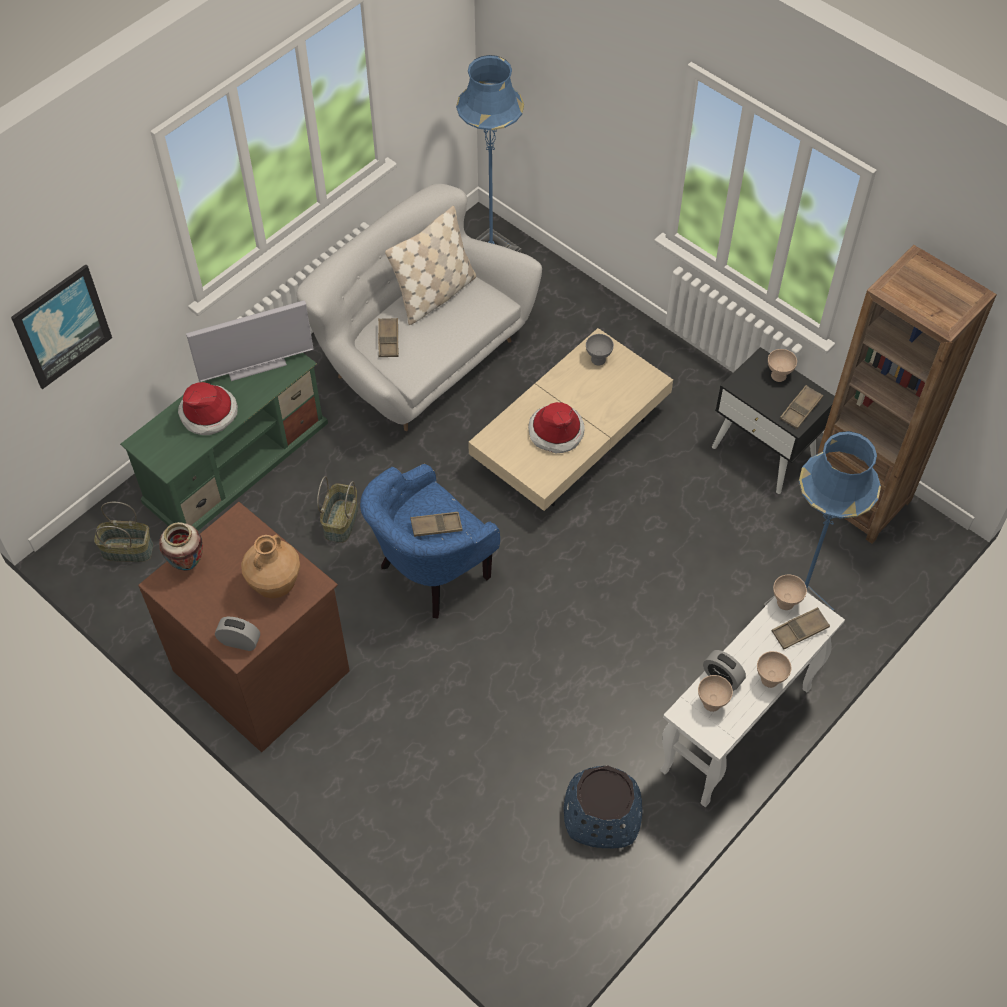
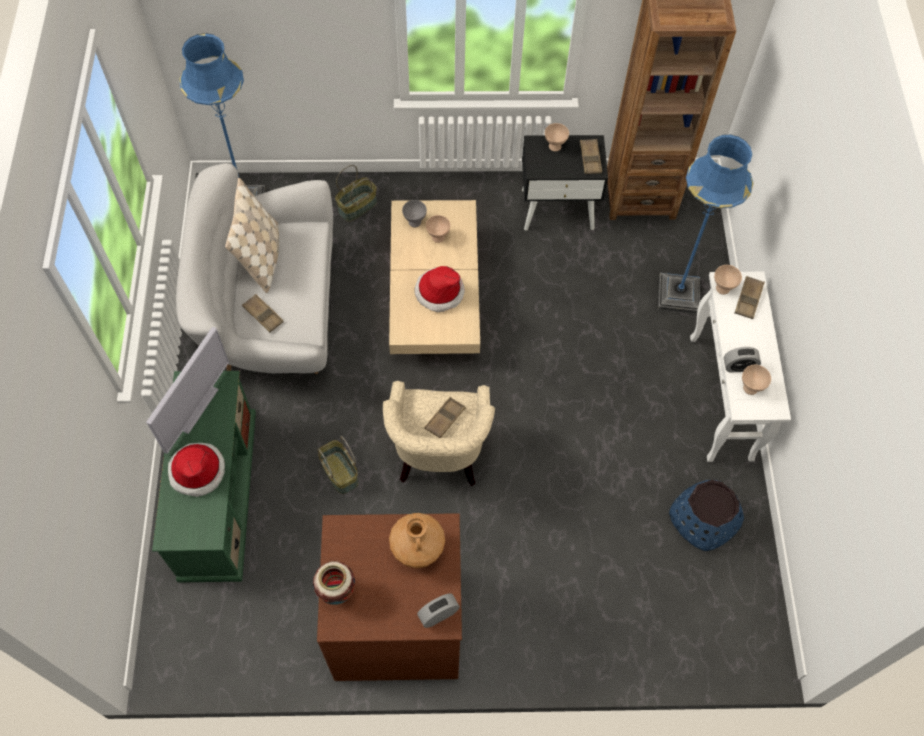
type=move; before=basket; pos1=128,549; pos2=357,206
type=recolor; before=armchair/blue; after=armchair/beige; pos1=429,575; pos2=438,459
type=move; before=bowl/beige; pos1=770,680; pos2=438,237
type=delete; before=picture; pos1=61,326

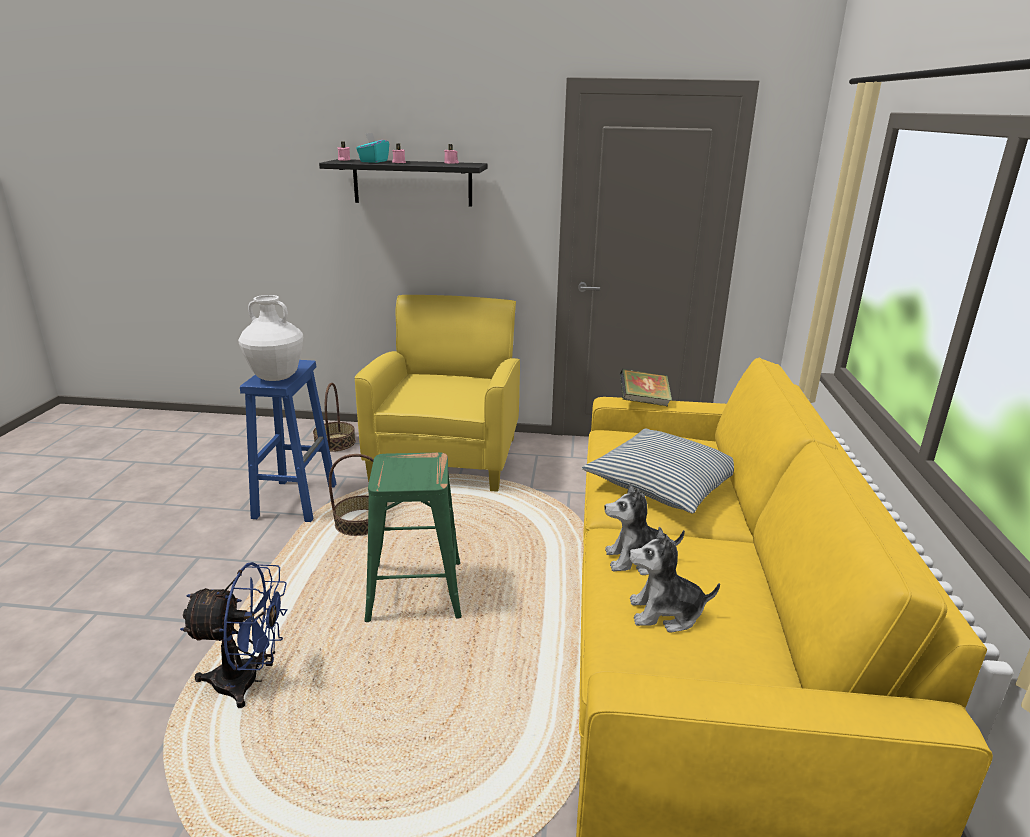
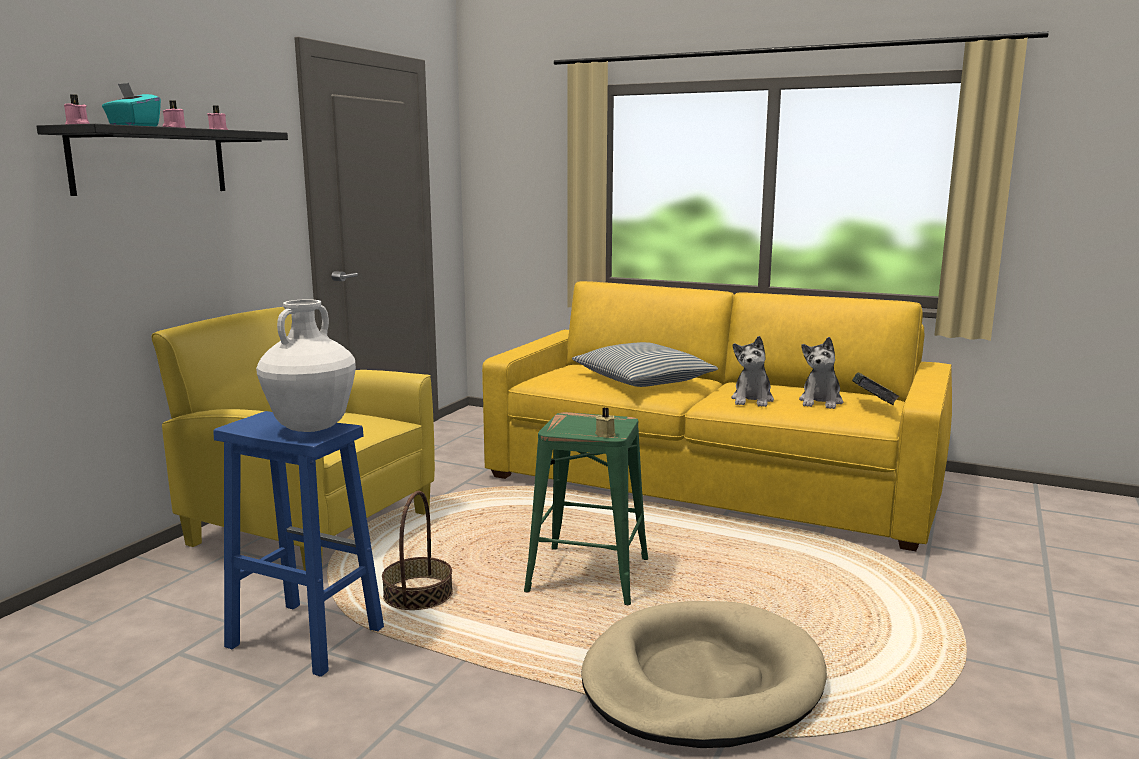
type=replace; before=fan/blue; after=dog bed/beige; pos1=248,682; pos2=701,681
type=insert; after=candle/beige; pos2=605,434
type=move; before=book; pos1=644,402; pos2=873,406
type=delete; before=basket; pos1=335,442

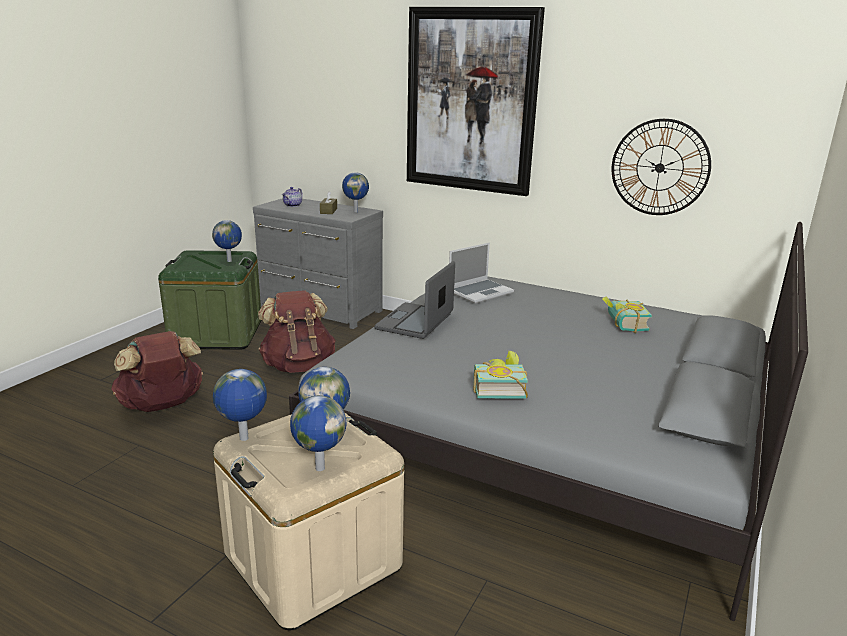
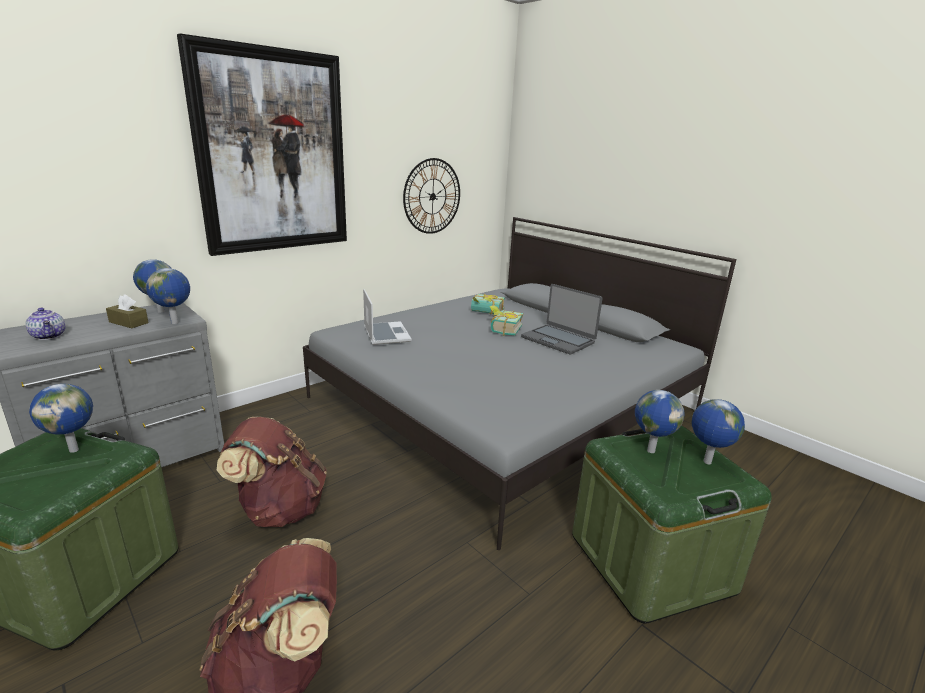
type=move; before=globe; pos1=244,439; pos2=175,323
type=move; before=book; pos1=498,389; pos2=502,330
type=move; before=laptop; pos1=415,322; pos2=558,340
type=recolor; before=storage box/beige; after=storage box/green; pos1=313,560; pos2=650,562

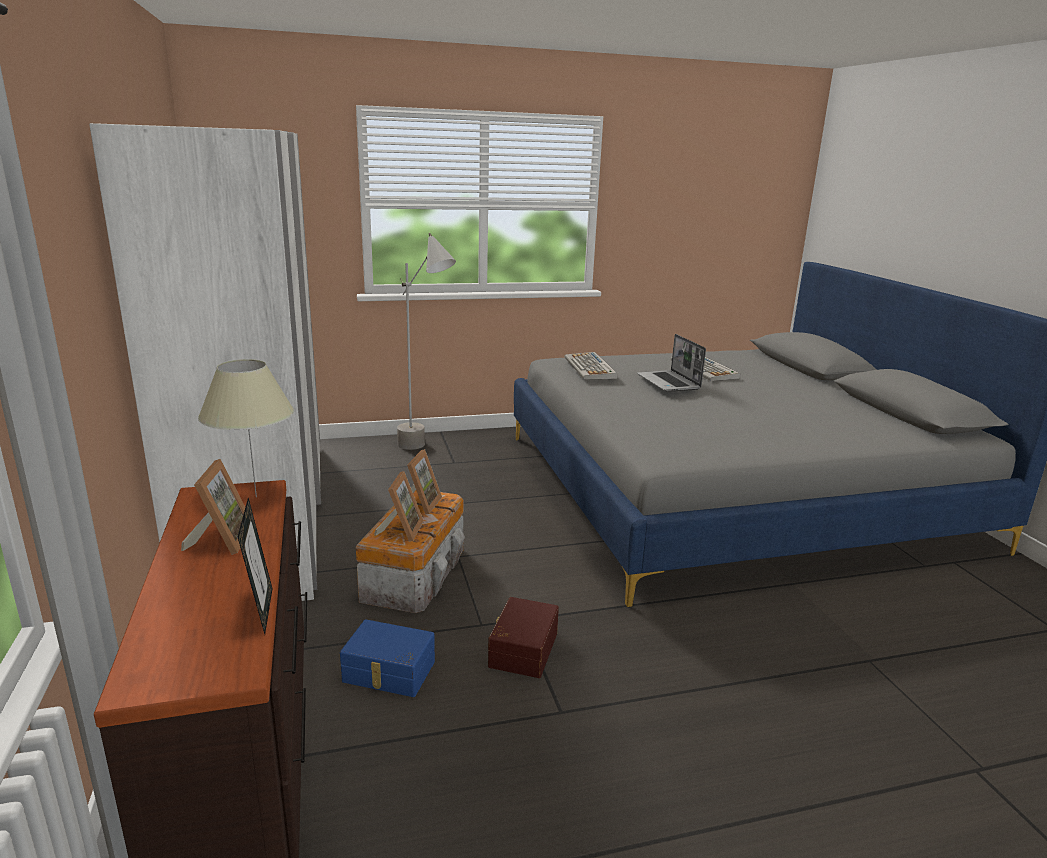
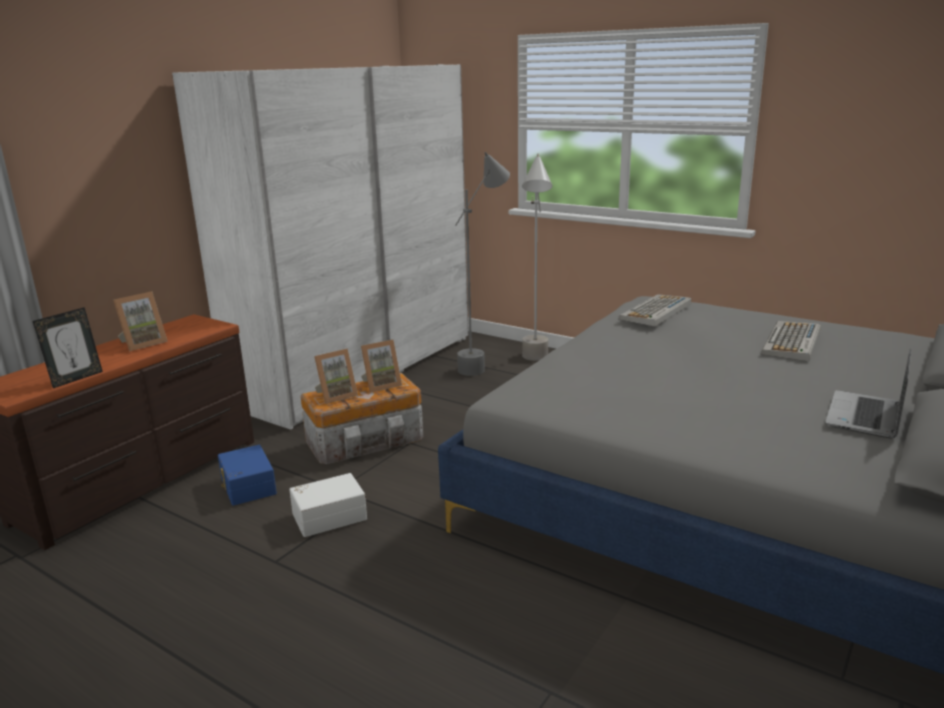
type=recolor; before=storage box/brown; after=storage box/white; pos1=521,649; pos2=328,515
type=insert; after=floor lamp/grey; pos2=484,363
type=move; before=laptop; pos1=669,382; pos2=865,417
type=delete; before=table lamp/beige; pos1=256,497

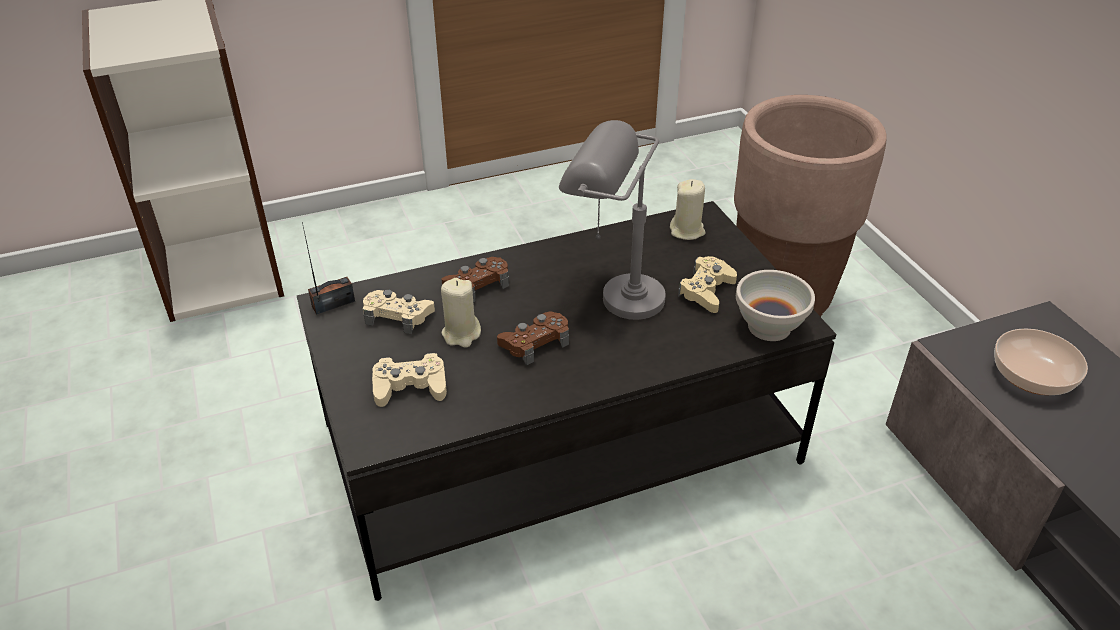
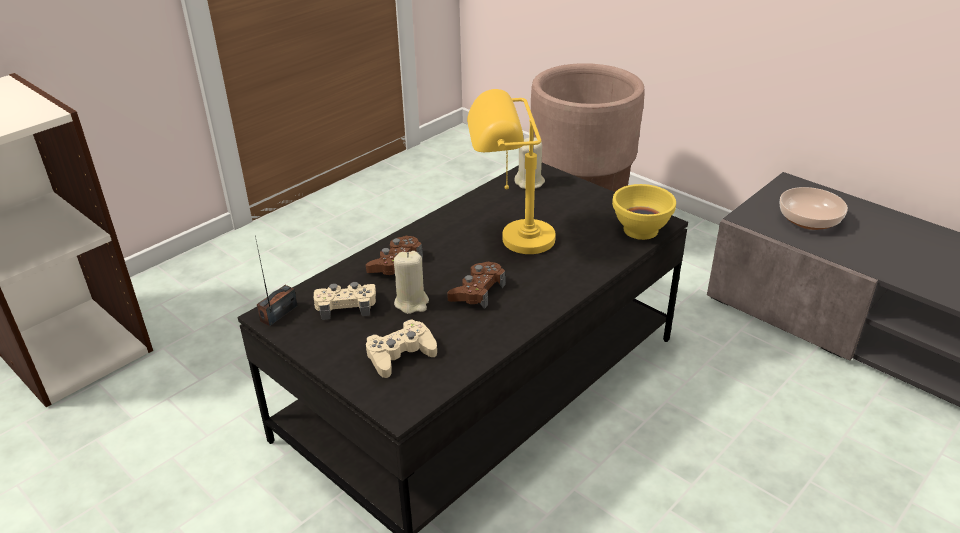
type=recolor; before=table lamp/grey; after=table lamp/yellow; pos1=611,296; pos2=510,242
type=recolor; before=bowl/white; after=bowl/yellow; pos1=768,326; pos2=639,230
type=delete; before=game controller/beige; pos1=706,291

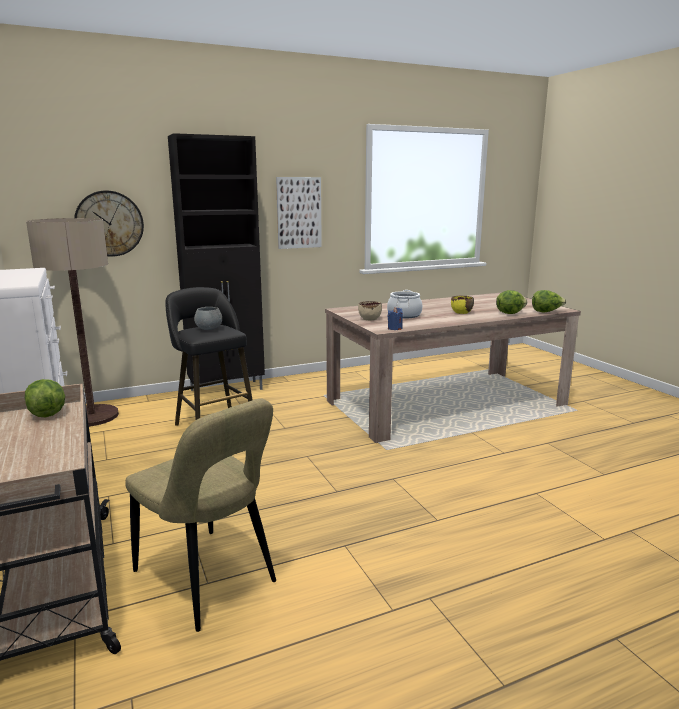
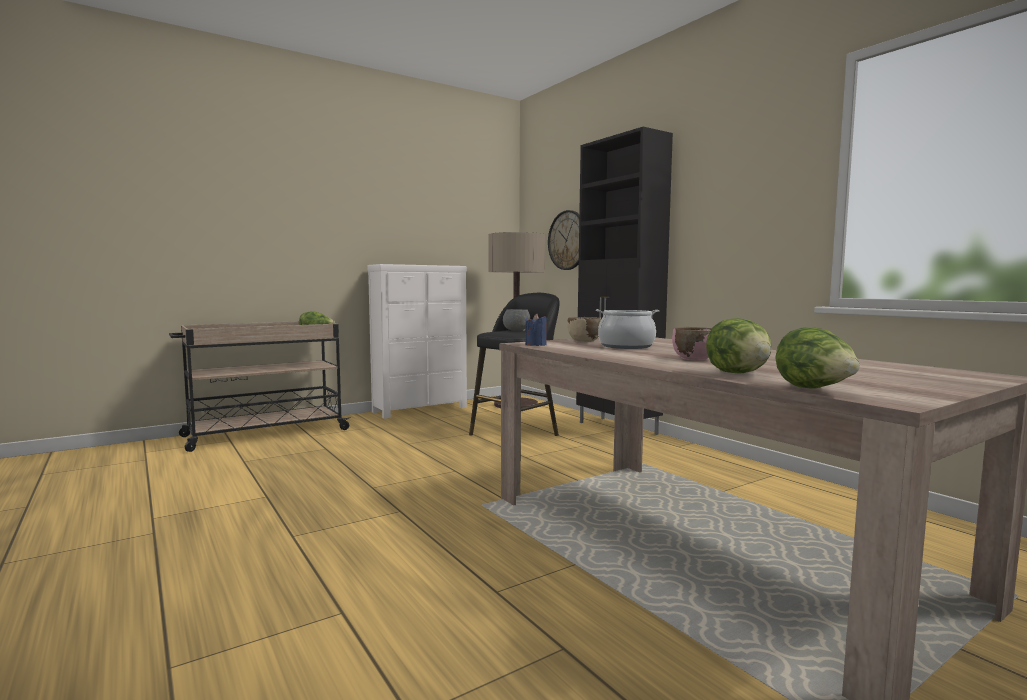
type=recolor; before=bowl/yellow; after=bowl/pink; pos1=461,312; pos2=693,358
type=delete; before=chair/beige; pos1=208,580
type=delete; before=picture; pos1=299,213

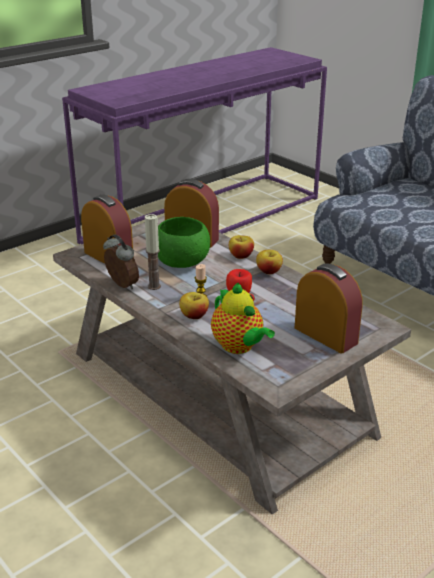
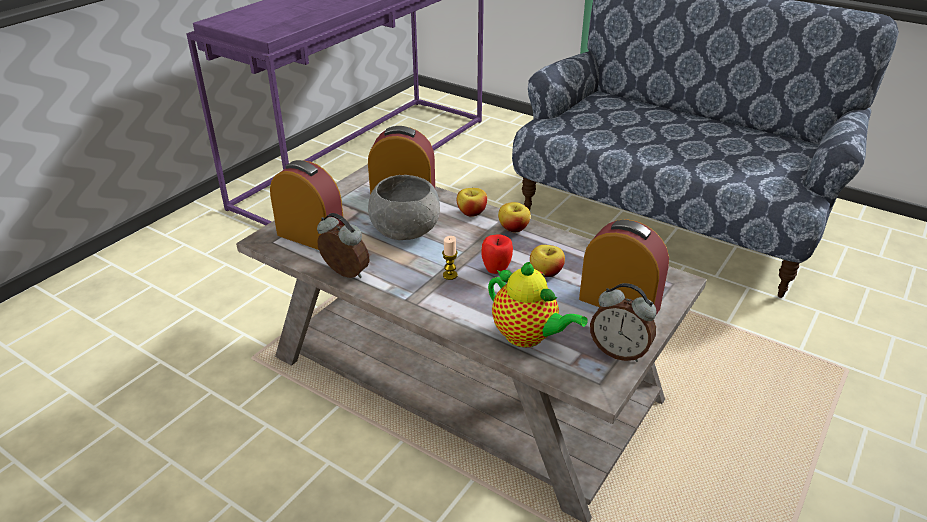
type=recolor; before=bowl/green; after=bowl/grey; pos1=181,262; pos2=405,231
type=move; before=apple; pos1=194,316; pos2=546,272
type=insert; after=alarm clock; pos2=619,351
type=delete; before=candle; pos1=154,286

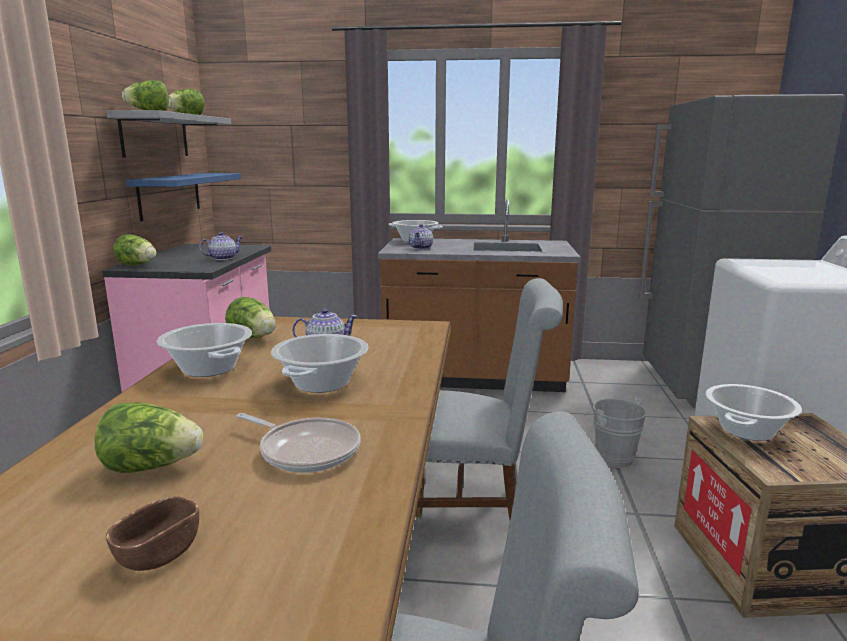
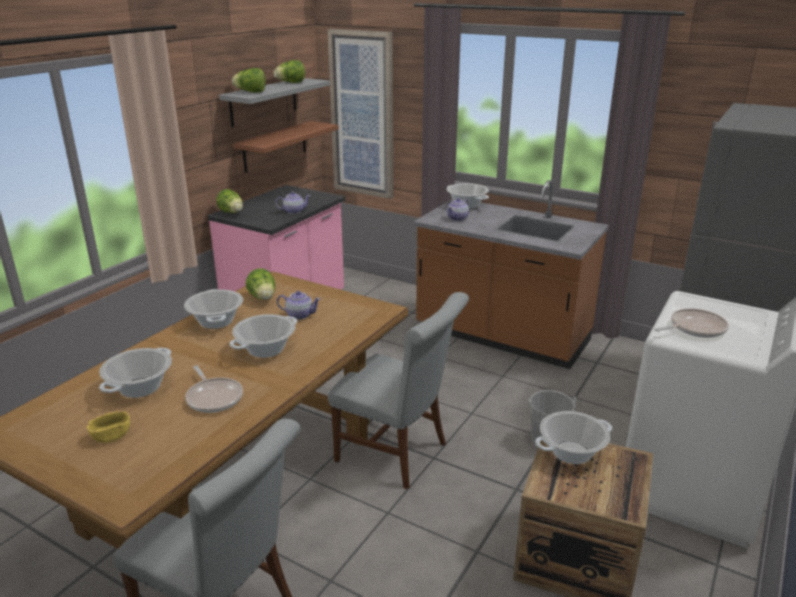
type=recolor; before=bowl/brown; after=bowl/yellow; pos1=159,553; pos2=112,436
type=replace; before=lettuce; after=cooking pot; pos1=152,467; pos2=140,388
type=recolor; before=shelf/blue; after=shelf/brown; pos1=169,195; pos2=275,146
type=insert; after=picture; pos2=362,115
type=insert; after=frying pan; pos2=694,328

